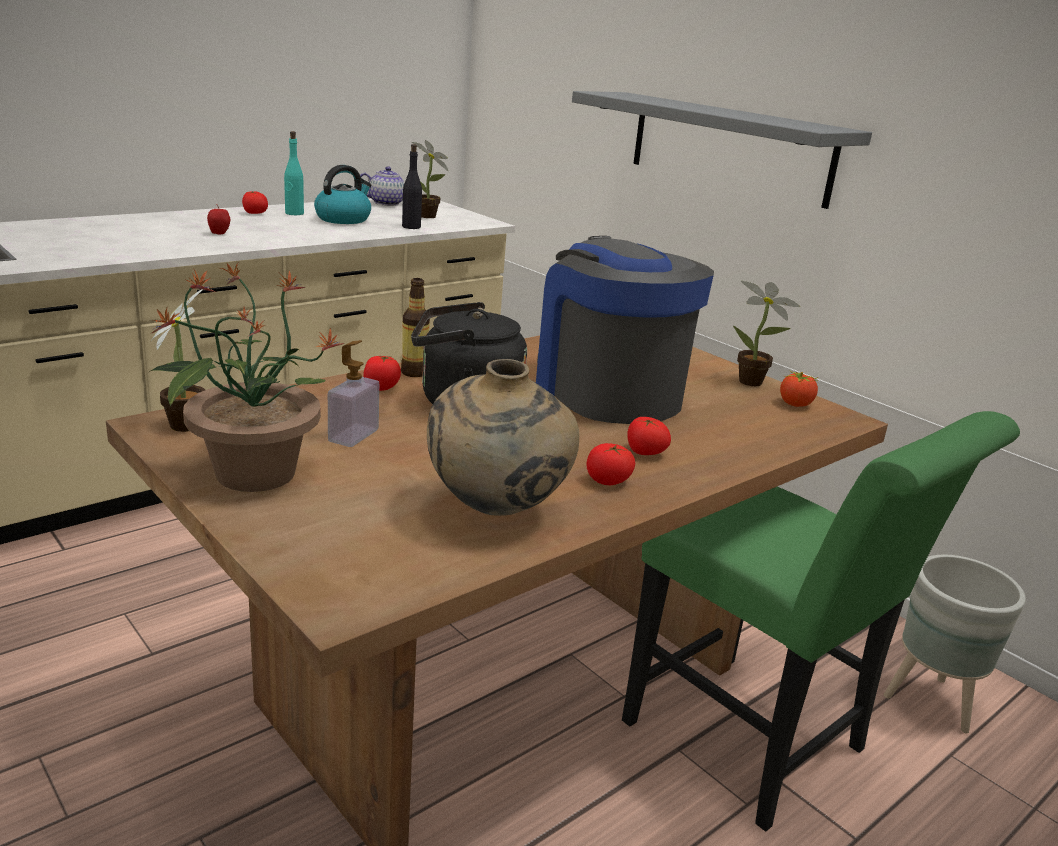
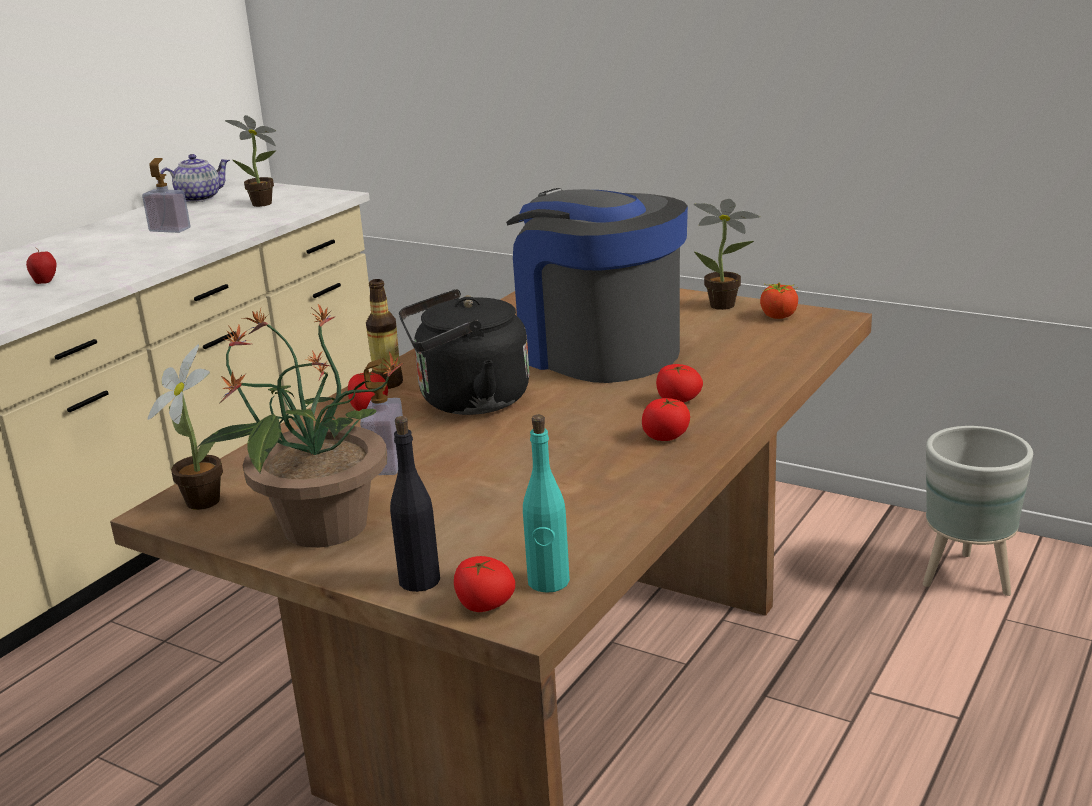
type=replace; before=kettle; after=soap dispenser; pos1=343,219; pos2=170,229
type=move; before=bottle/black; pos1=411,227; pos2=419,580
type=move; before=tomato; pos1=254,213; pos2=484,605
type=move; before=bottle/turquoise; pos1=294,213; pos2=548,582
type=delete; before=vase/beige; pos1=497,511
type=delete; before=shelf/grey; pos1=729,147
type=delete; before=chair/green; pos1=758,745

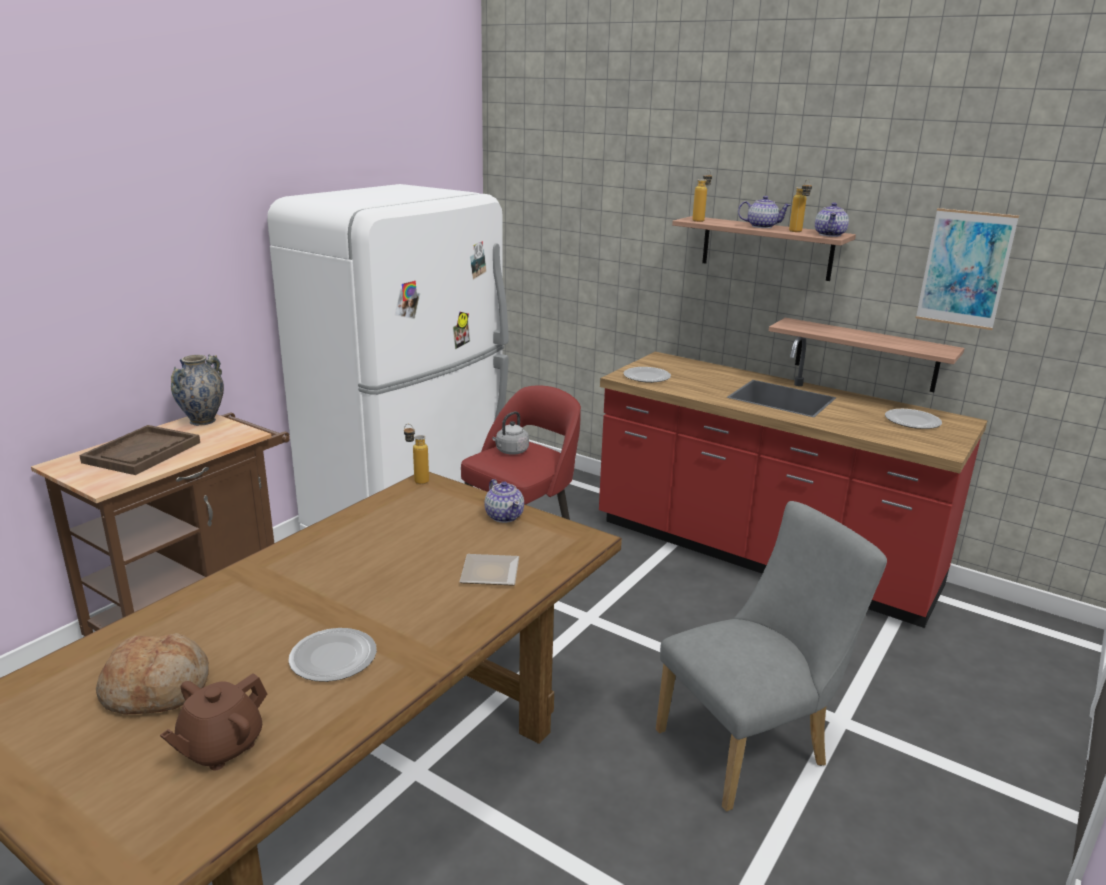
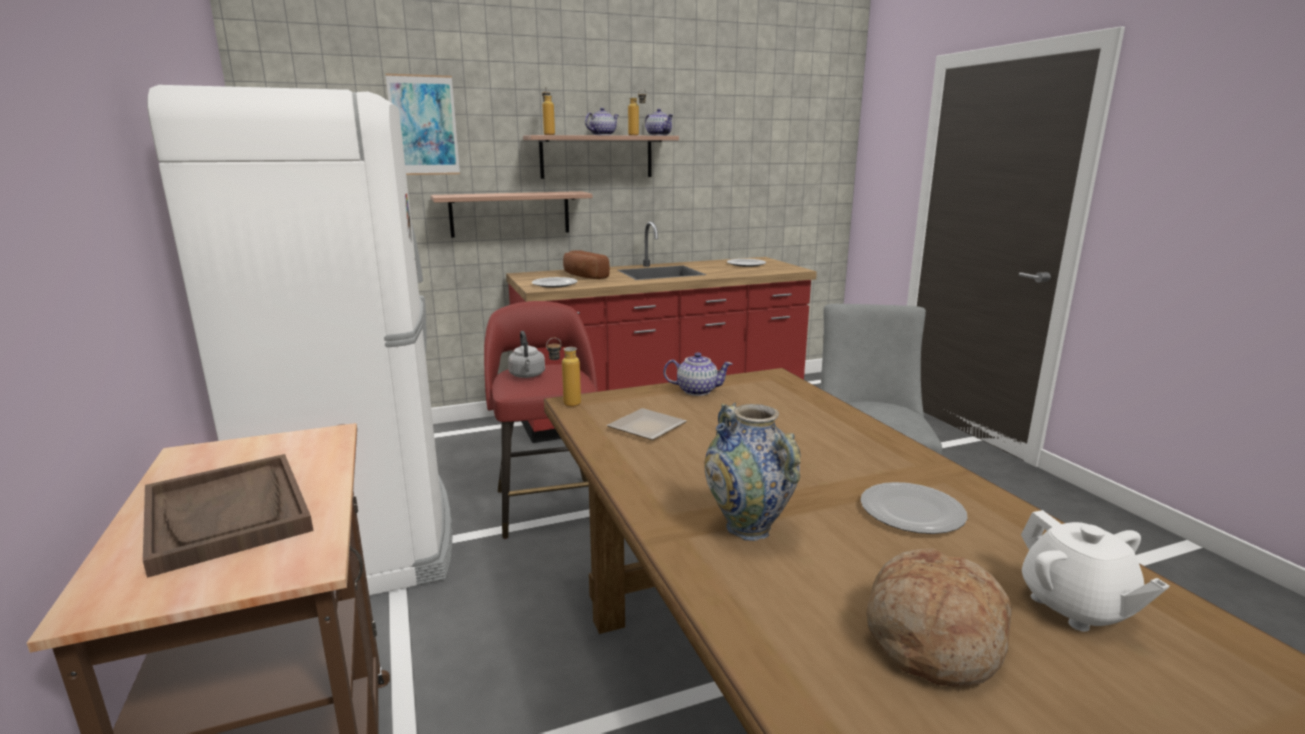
type=move; before=picture; pos1=965,269; pos2=423,125
type=move; before=shelf; pos1=866,355; pos2=510,214
type=insert; after=bread; pos2=583,276
type=move; before=plate; pos1=488,574; pos2=647,429
type=move; before=vase; pos1=202,421; pos2=749,528
type=recolor; before=teapot/brown; after=teapot/white; pos1=221,747; pos2=1076,607

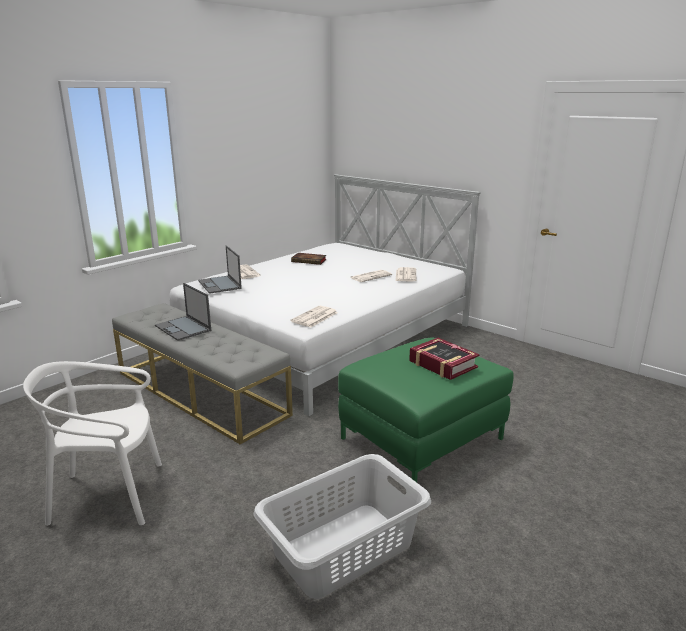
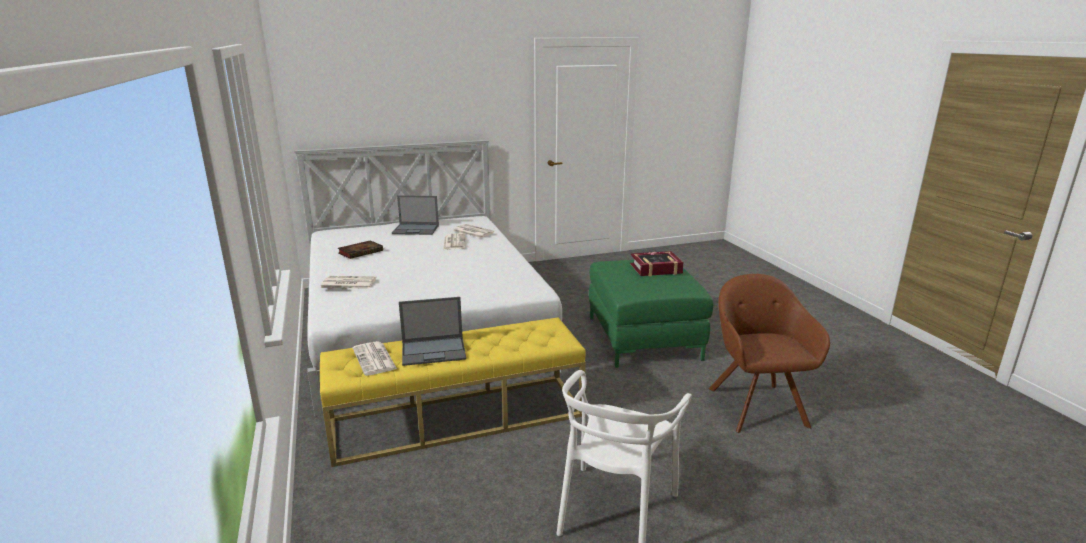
type=recolor; before=bench/grey; after=bench/yellow; pos1=200,393; pos2=458,417
type=move; before=newspaper; pos1=314,317; pos2=375,359
type=move; before=laptop; pos1=220,285; pos2=416,229
type=replace; before=laundry basket/grey; after=armchair/brown; pos1=344,548; pos2=755,404

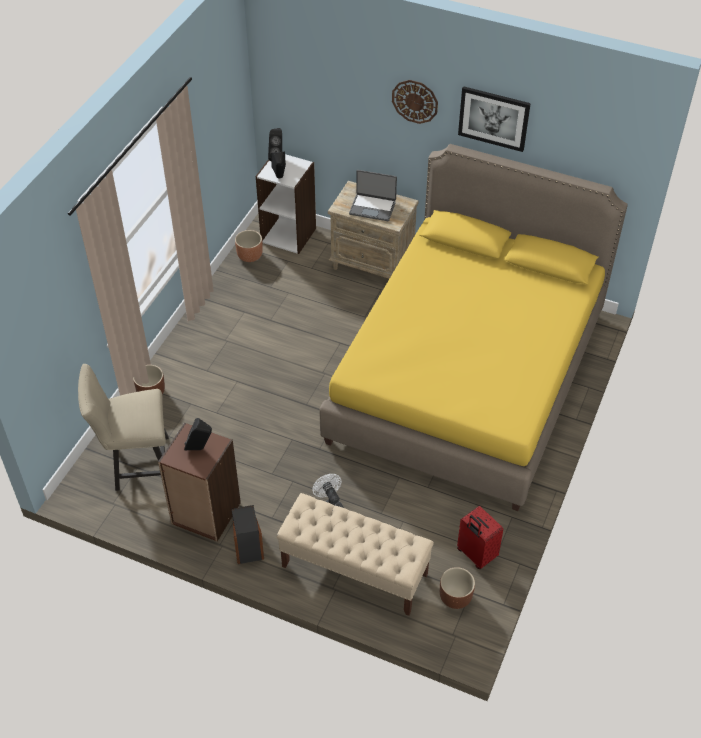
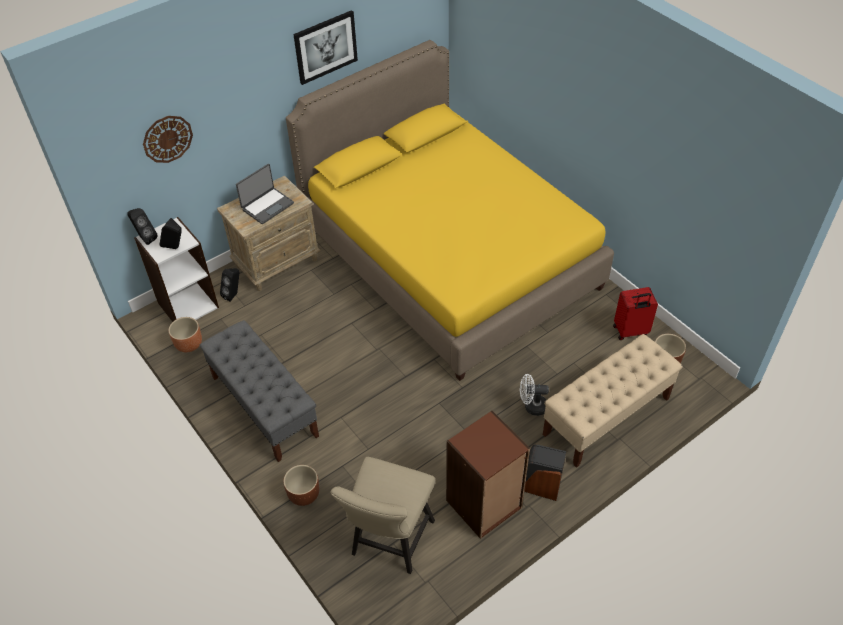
type=move; before=wall clock; pos1=415,101; pos2=167,139
type=insert; after=bench/grey; pos2=264,406
type=move; before=speaker/black; pos1=200,448; pos2=233,295

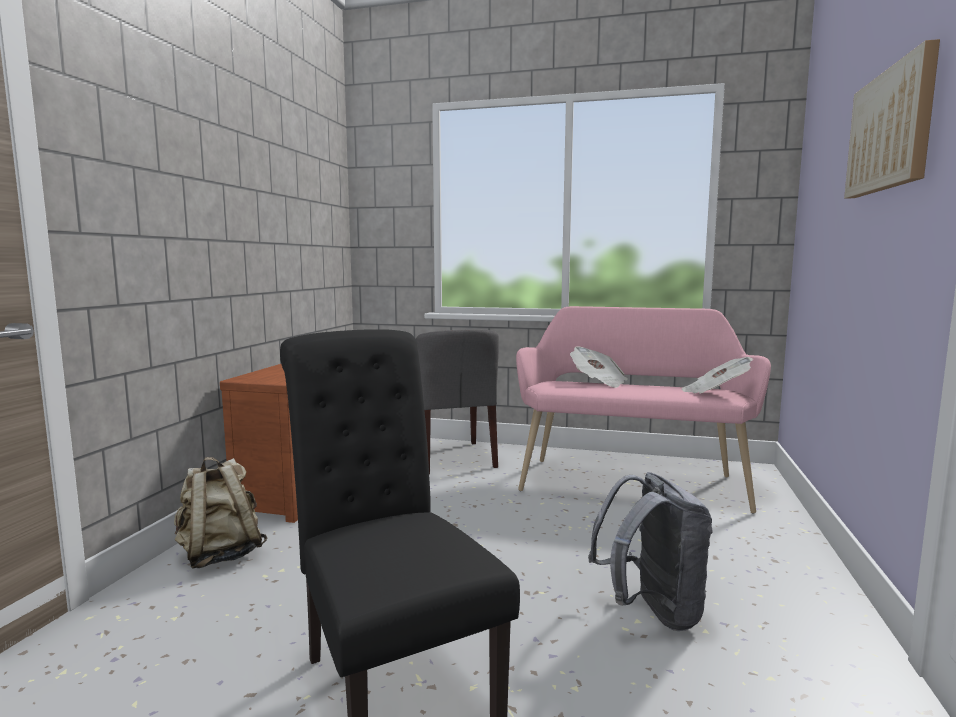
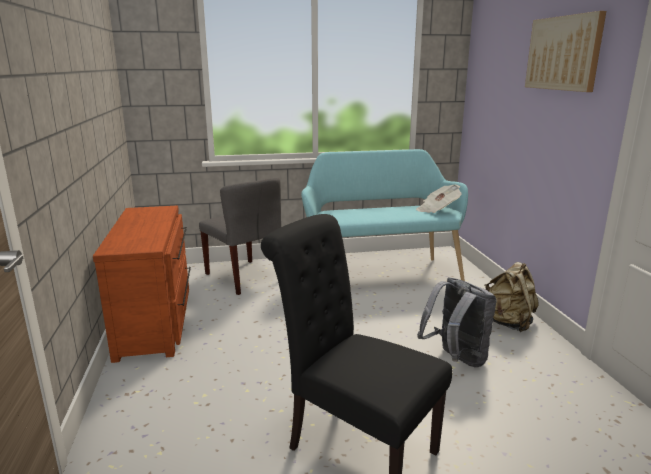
type=recolor; before=bench/pink; after=bench/turquoise; pos1=631,480; pos2=380,273
type=move; before=backpack/beige; pos1=220,555; pos2=507,323
type=delete; before=newspaper; pos1=598,382

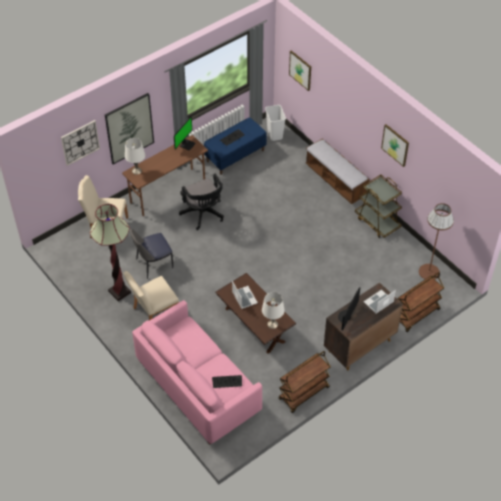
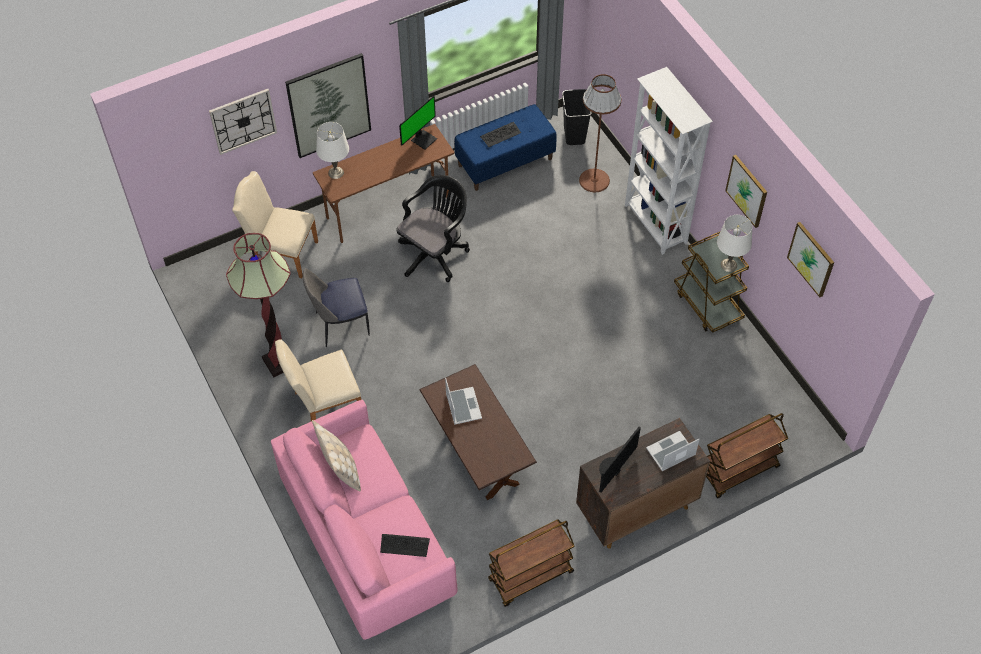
type=insert; after=pillow/beige; pos2=340,469
type=rotate; before=office chair/black; pos1=203,214; pos2=435,253; turn=-120
type=recolor; before=trash can/white; after=trash can/black; pos1=275,134; pos2=575,135
type=move; before=floor lamp/brown; pos1=429,272; pos2=594,180
type=replace; before=bench; after=bookcase/white; pos1=336,180; pos2=655,225
type=move; before=table lamp/white; pos1=272,324; pos2=729,265
type=move; before=picture; pos1=300,70; pos2=811,259

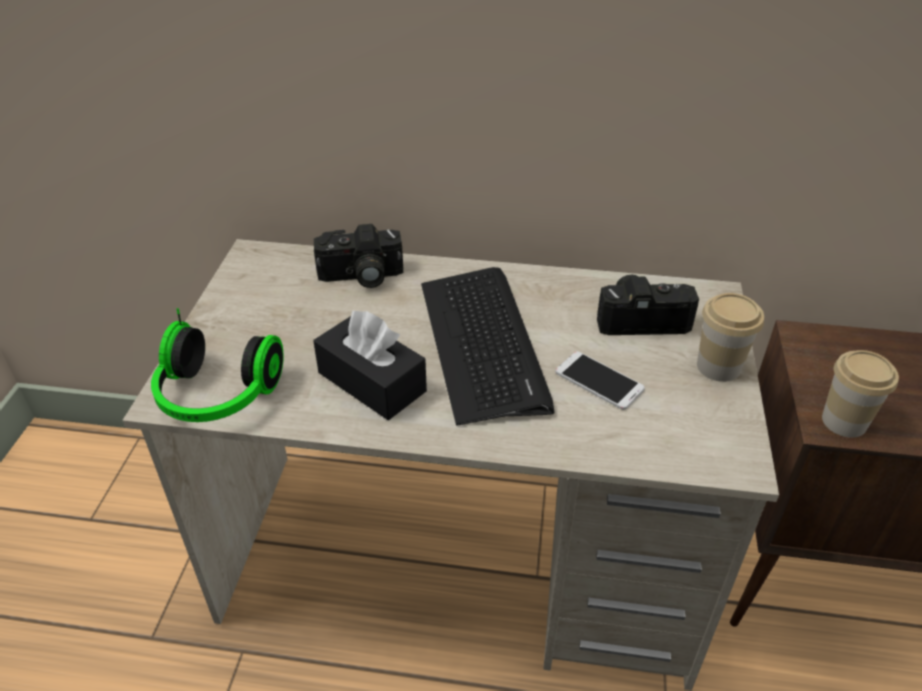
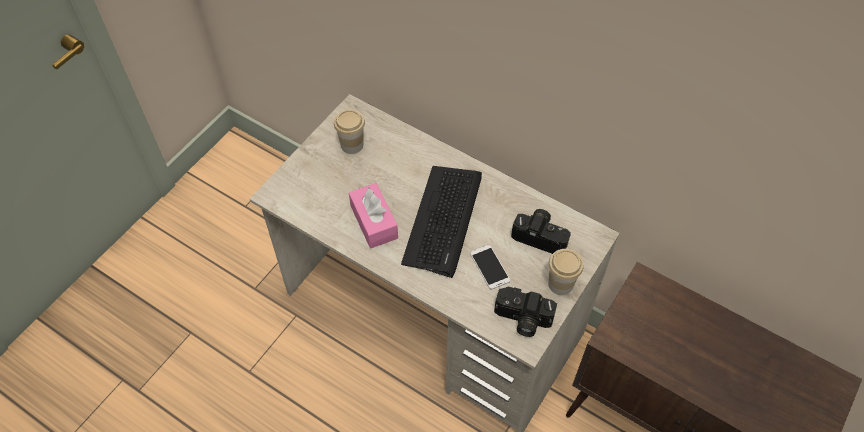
type=move; before=cup; pos1=844,421; pos2=352,145
type=recolor; before=tissue box/black; after=tissue box/pink; pos1=372,382; pos2=374,222
type=move; before=photo camera; pos1=360,276; pos2=522,319
type=delete; before=headphones; pos1=216,397

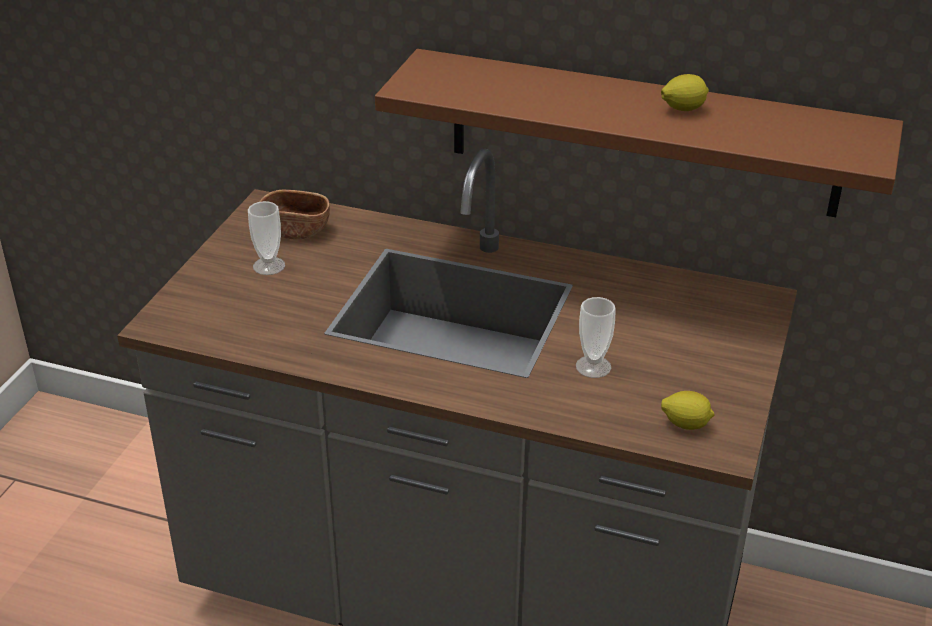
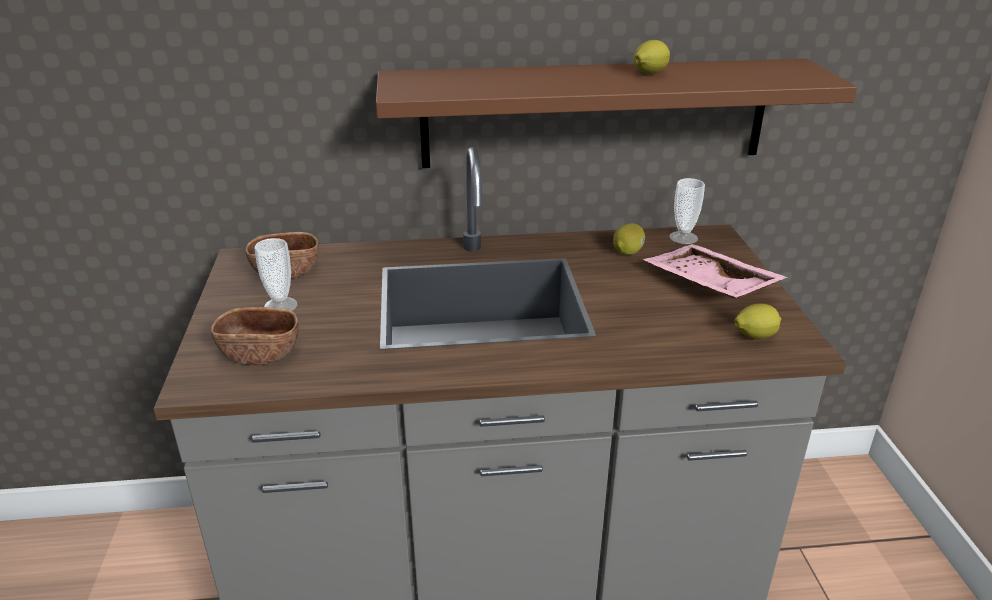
type=insert; after=bowl/brown; pos2=260,353
type=insert; after=lemon; pos2=628,252
type=insert; after=tray/pink; pos2=707,286
type=move; before=cup; pos1=593,367; pos2=683,237

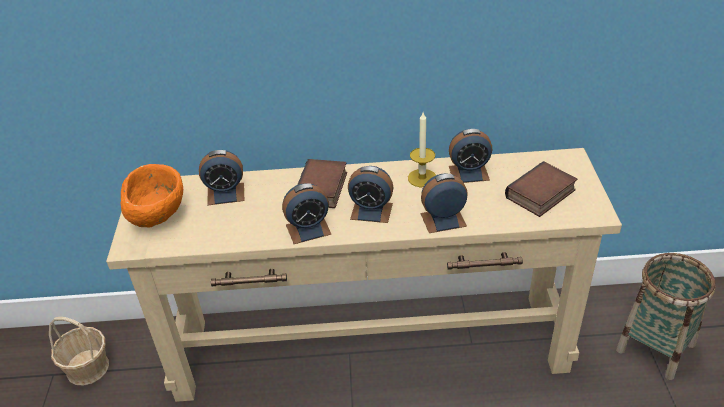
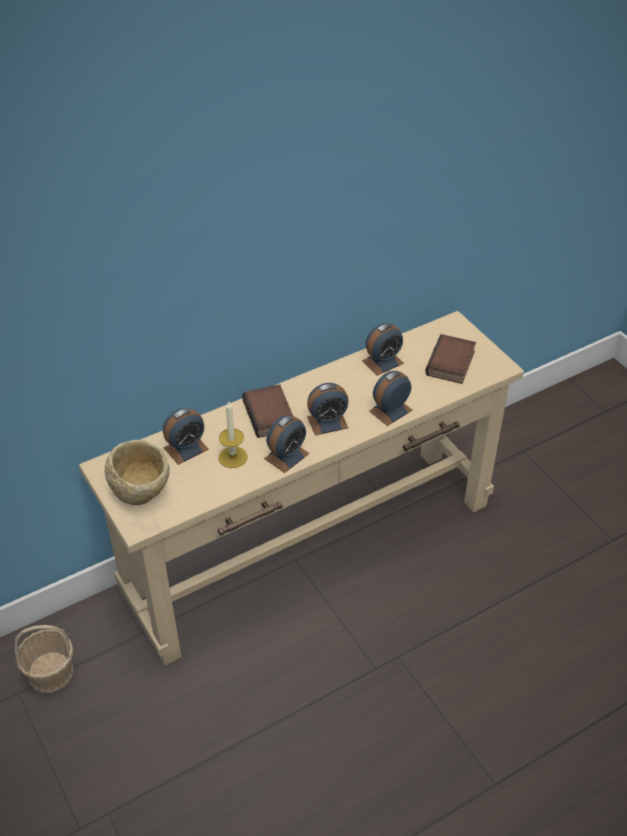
type=recolor; before=bowl/orange; after=bowl/beige; pos1=158,217; pos2=142,491
type=move; before=candle; pos1=422,178; pos2=233,457
type=delete; before=basket; pos1=655,347

